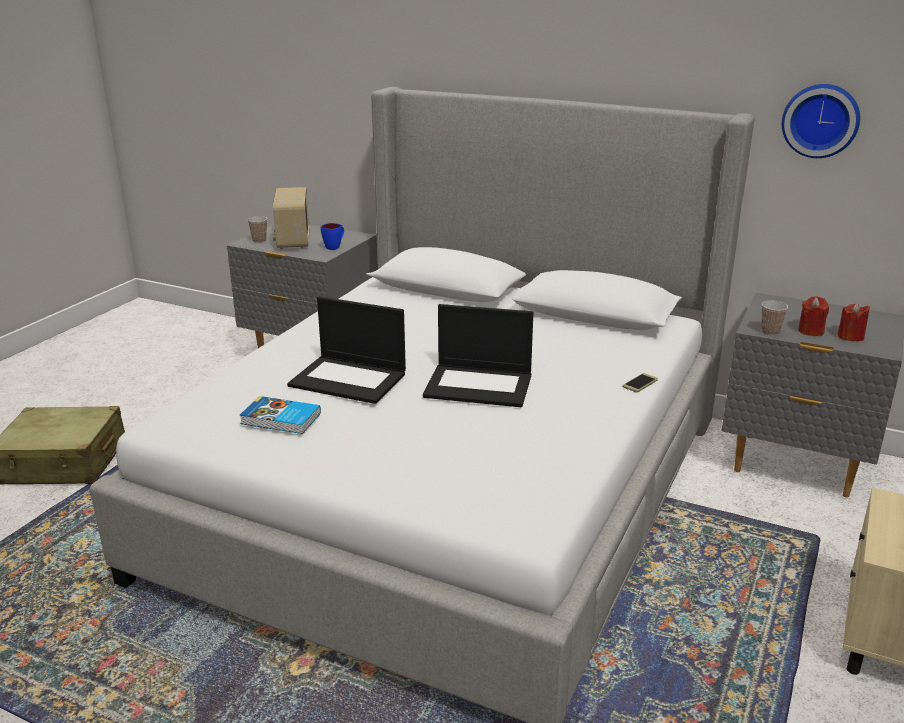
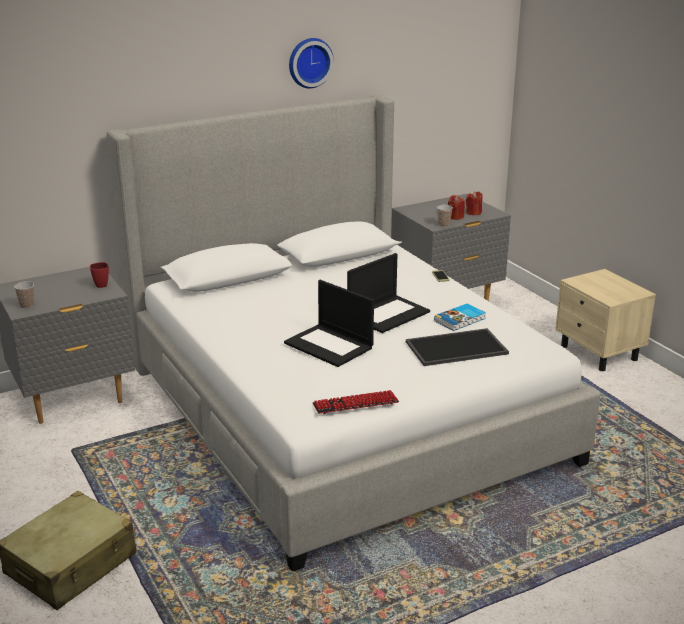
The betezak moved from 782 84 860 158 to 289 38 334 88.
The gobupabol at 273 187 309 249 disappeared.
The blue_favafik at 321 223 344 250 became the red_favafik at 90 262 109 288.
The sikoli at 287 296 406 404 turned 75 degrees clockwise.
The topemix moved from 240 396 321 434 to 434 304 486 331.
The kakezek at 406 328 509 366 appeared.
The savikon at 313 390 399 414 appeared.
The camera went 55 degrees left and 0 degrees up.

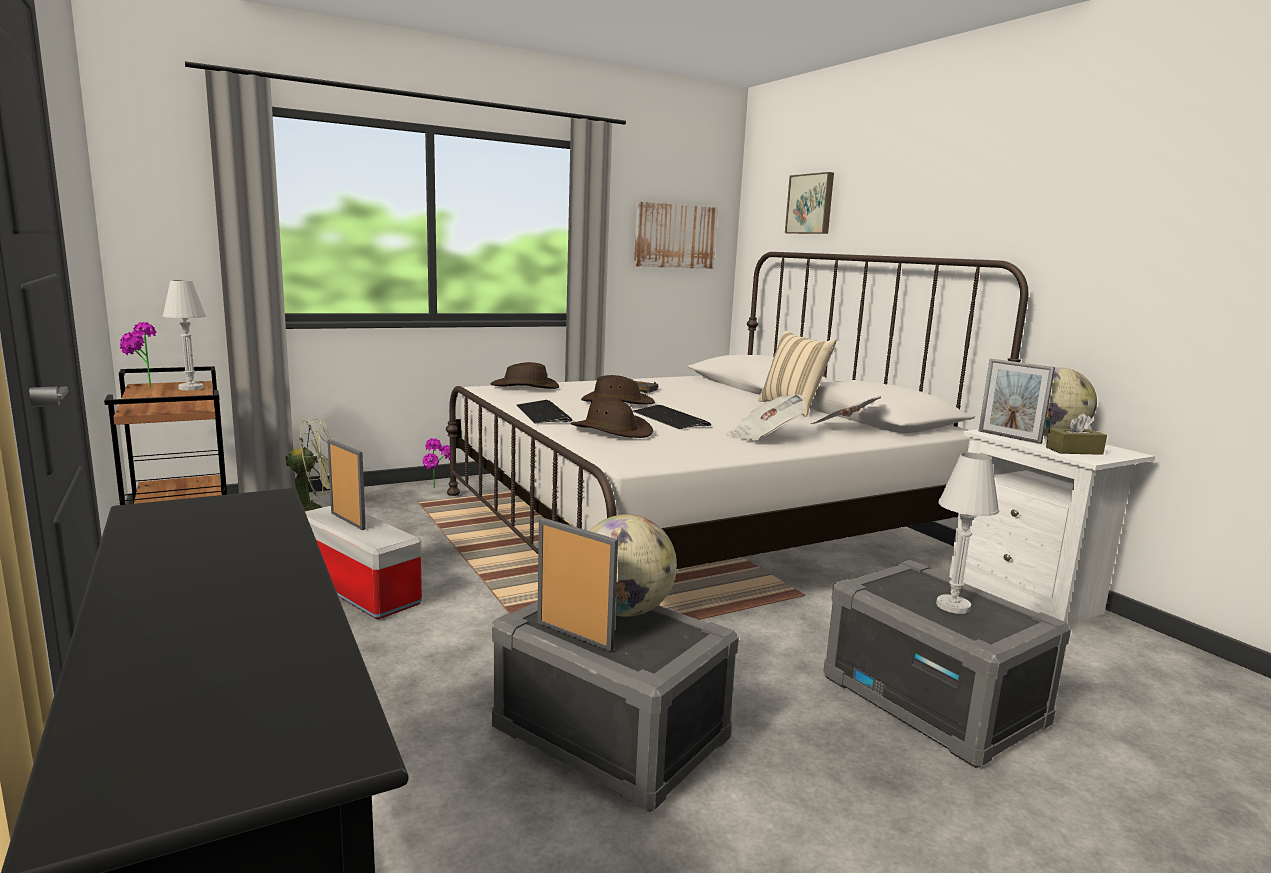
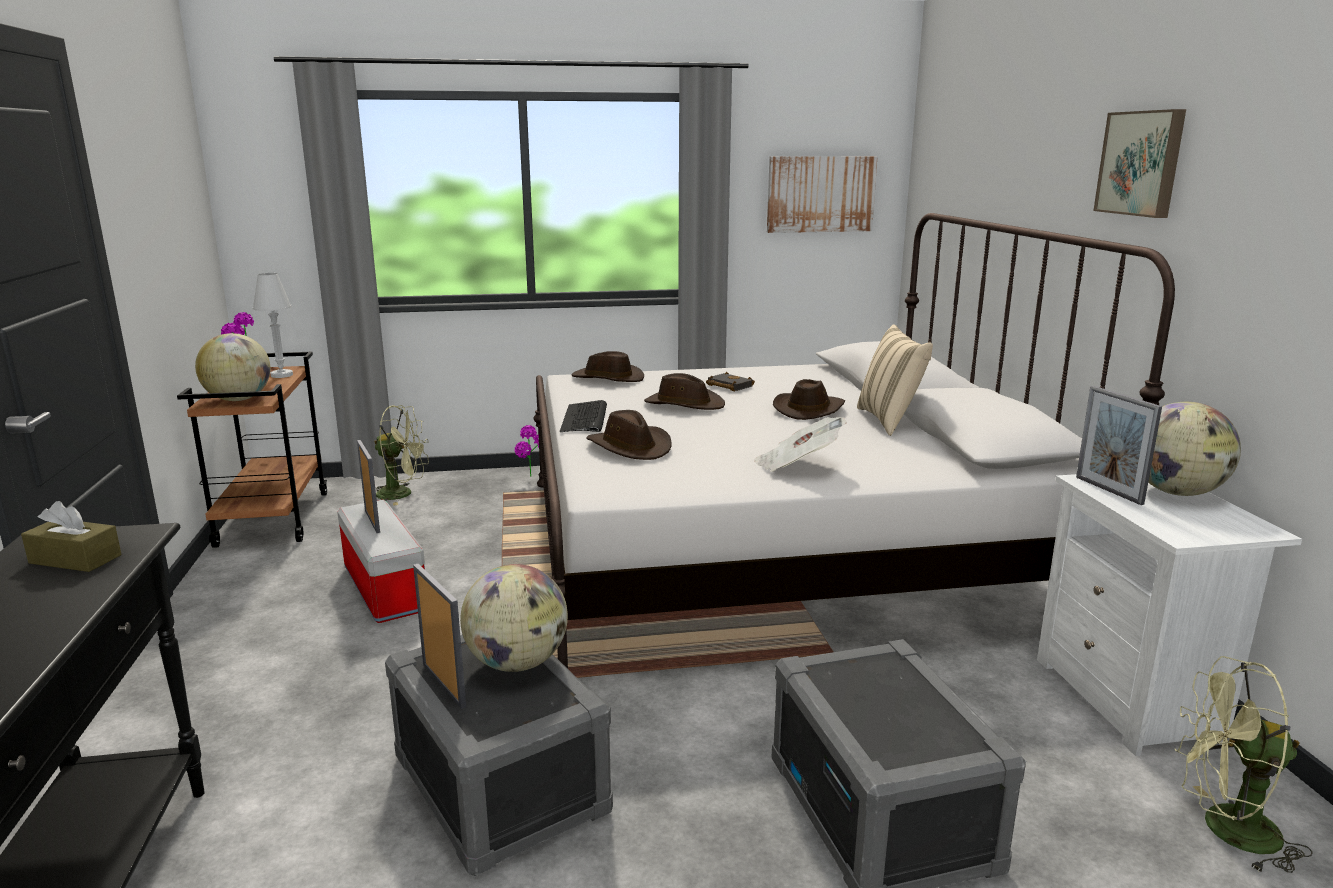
The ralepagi moved from 785 172 834 234 to 1093 109 1186 218.
The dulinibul at 811 396 881 424 disappeared.
The savikon at 633 405 711 429 disappeared.
The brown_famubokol moved from 1046 413 1107 455 to 21 501 122 572.
The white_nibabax at 936 452 999 614 disappeared.
The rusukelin at 195 333 271 401 appeared.
The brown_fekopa at 773 379 845 420 appeared.
The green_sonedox at 1175 656 1313 873 appeared.
The camera went 20 degrees right and 5 degrees up.

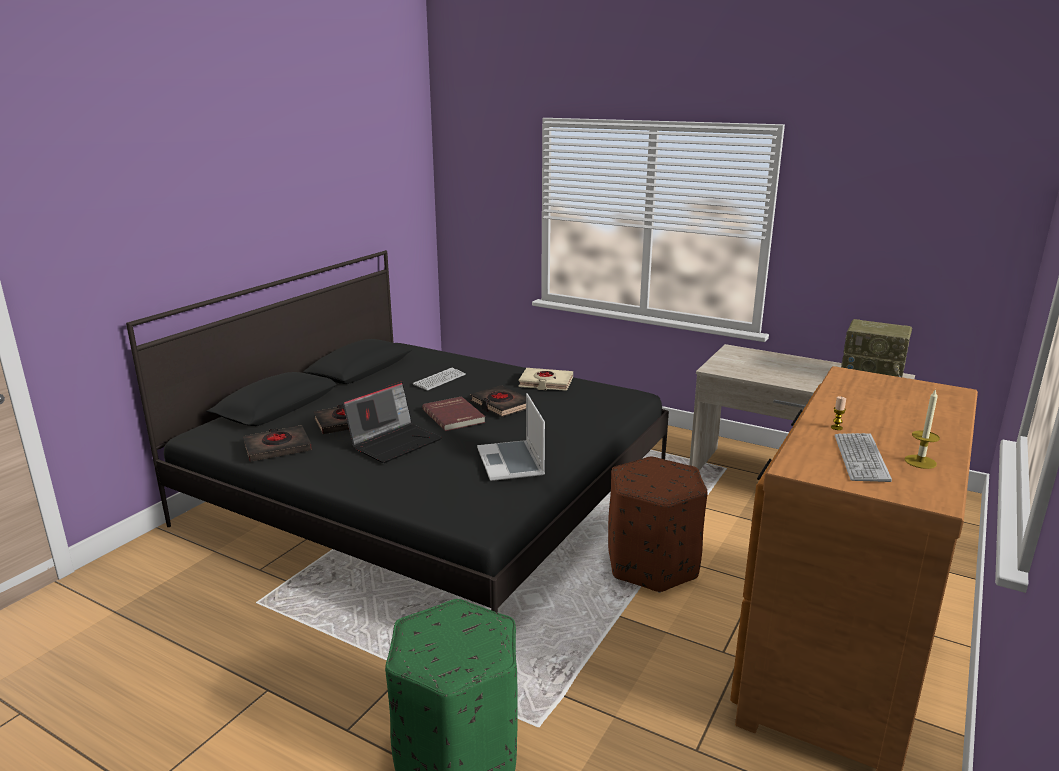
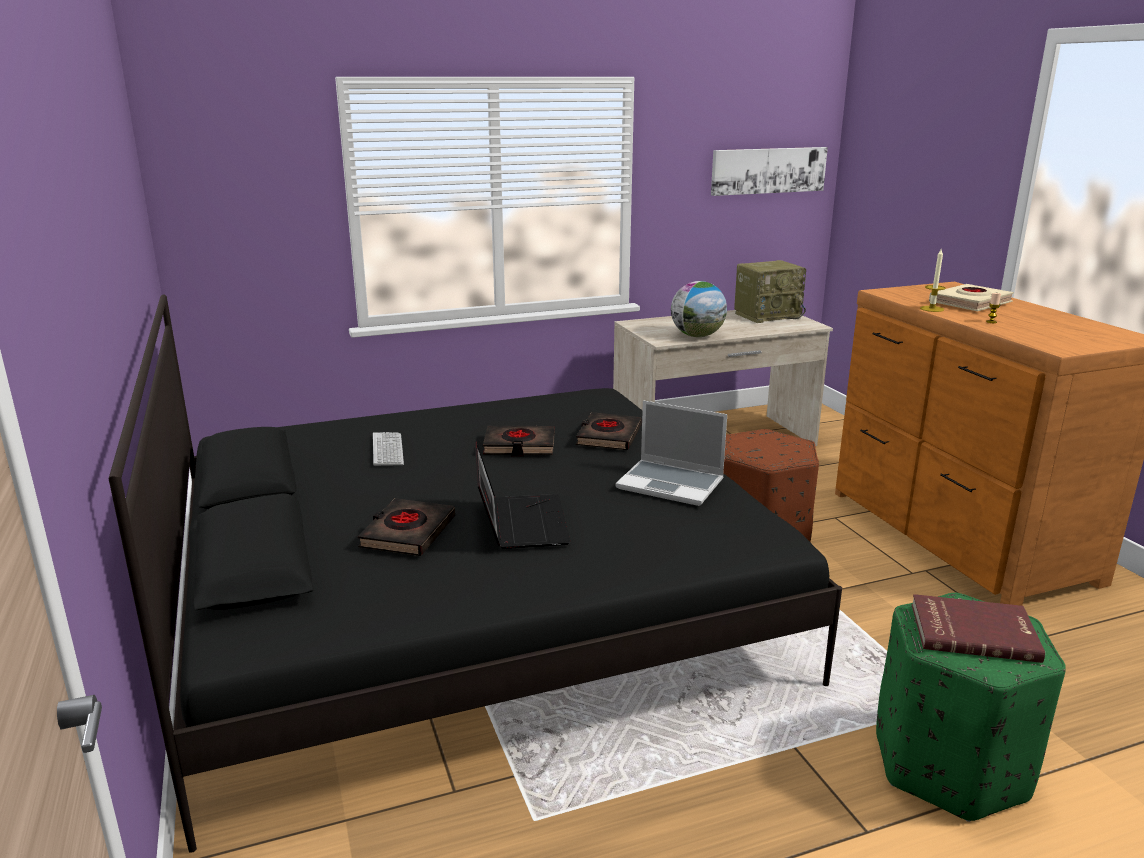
The beige_topemix moved from 519 368 573 391 to 929 284 1014 311.
The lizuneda moved from 905 388 940 469 to 920 249 946 312.
The red_topemix moved from 422 396 485 431 to 912 594 1045 663.
The black_topemix moved from 243 425 312 462 to 576 412 642 450.
The savikon at 835 433 892 482 disappeared.
The ralepagi at 711 147 828 196 appeared.
The rusukelin at 671 281 727 337 appeared.
The camera went 50 degrees left and 0 degrees up.

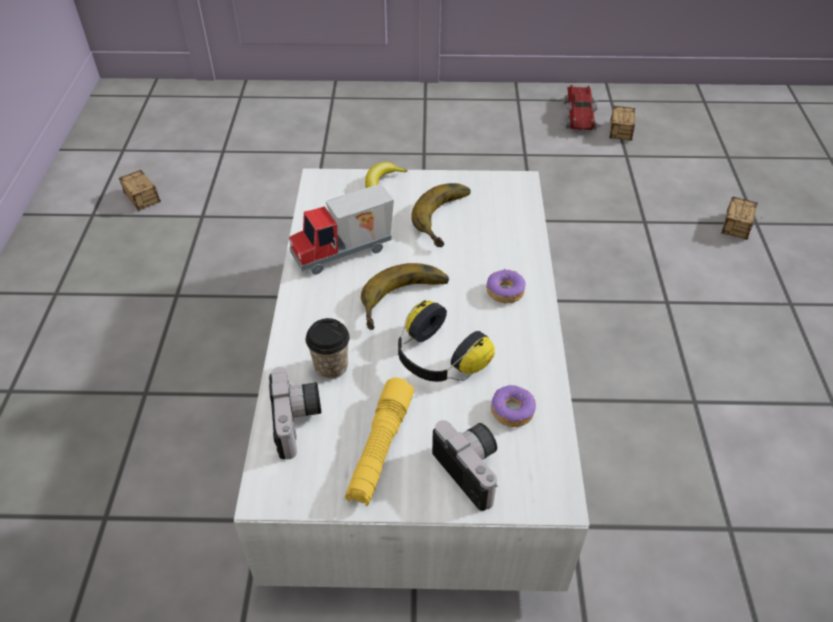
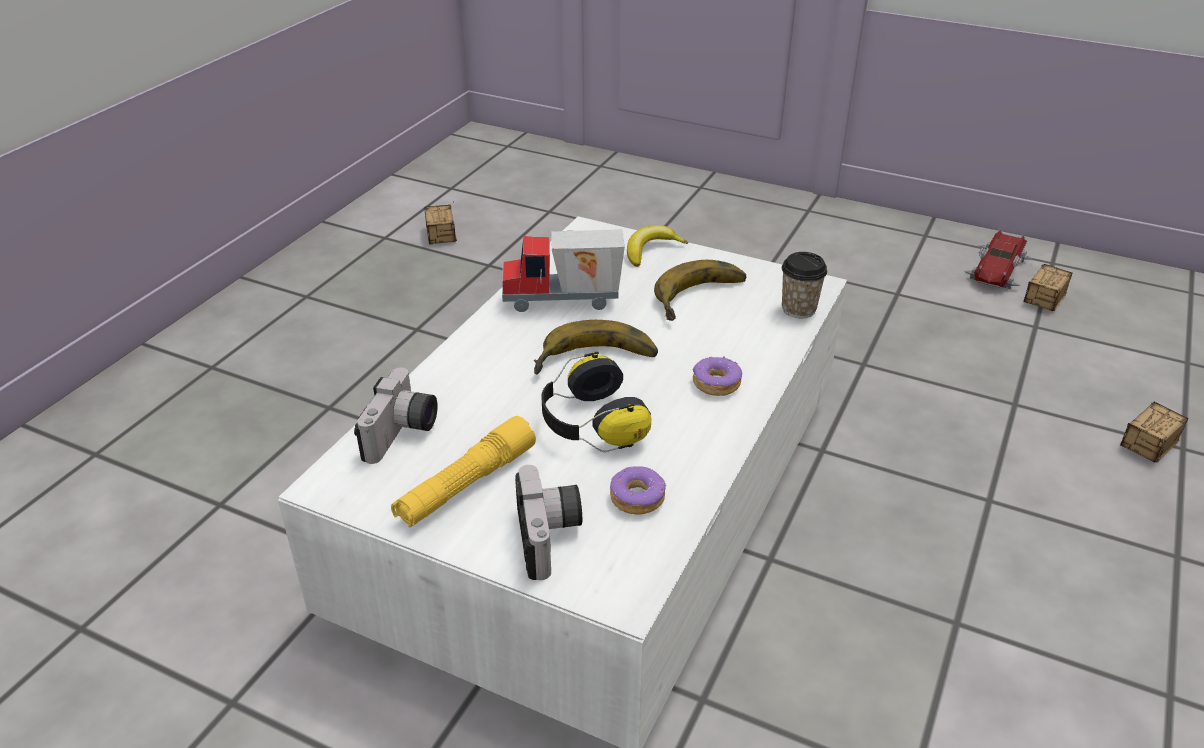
The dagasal moved from 306 318 350 379 to 782 252 827 318.
The camera went 25 degrees right and 10 degrees down.

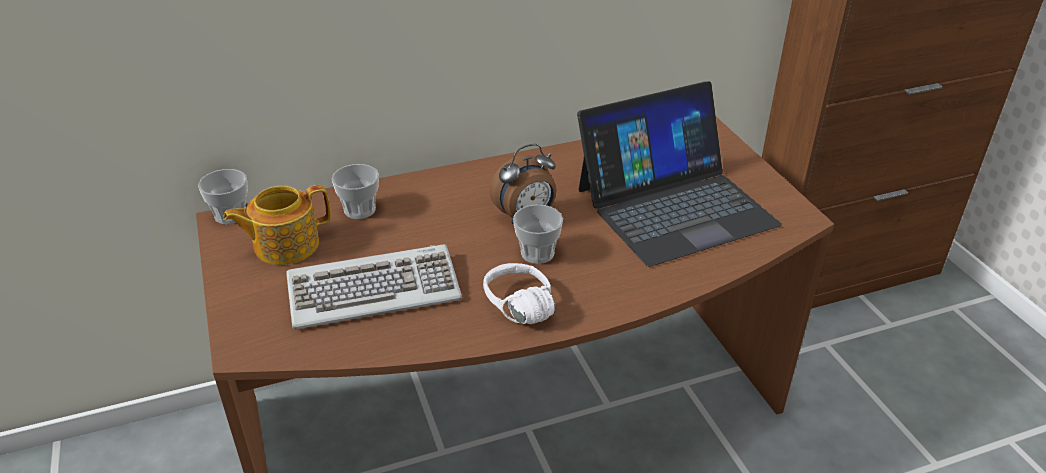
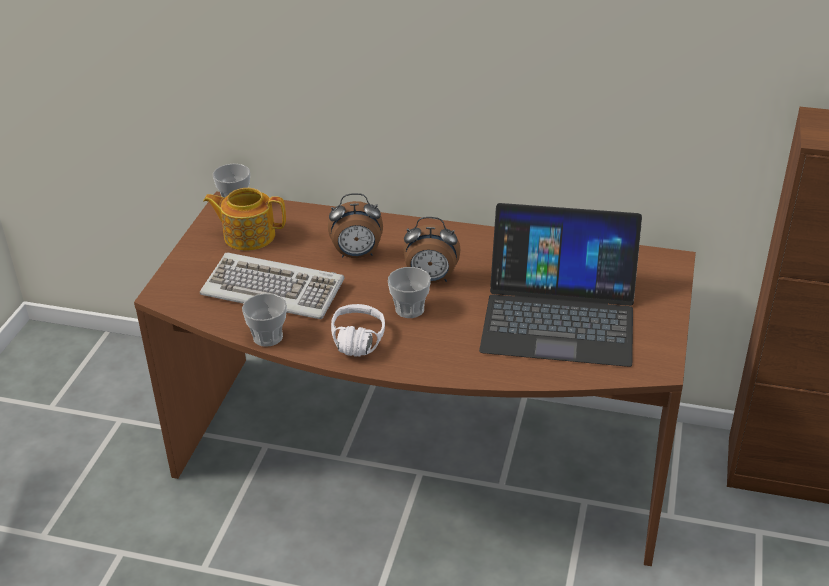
The dagasal moved from 332 164 379 219 to 242 293 287 347.
The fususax at 328 193 383 258 appeared.
The camera went 35 degrees right and 0 degrees up.

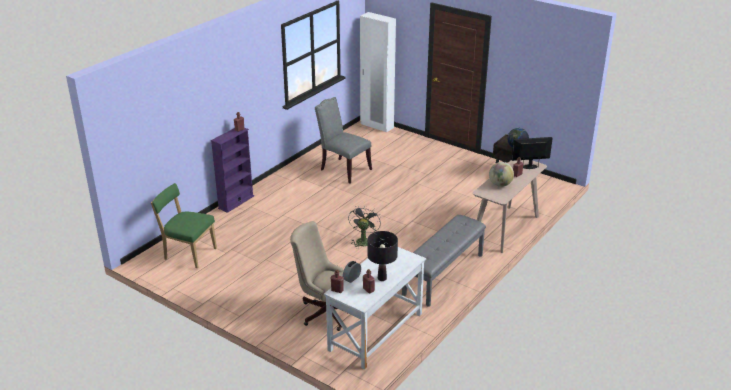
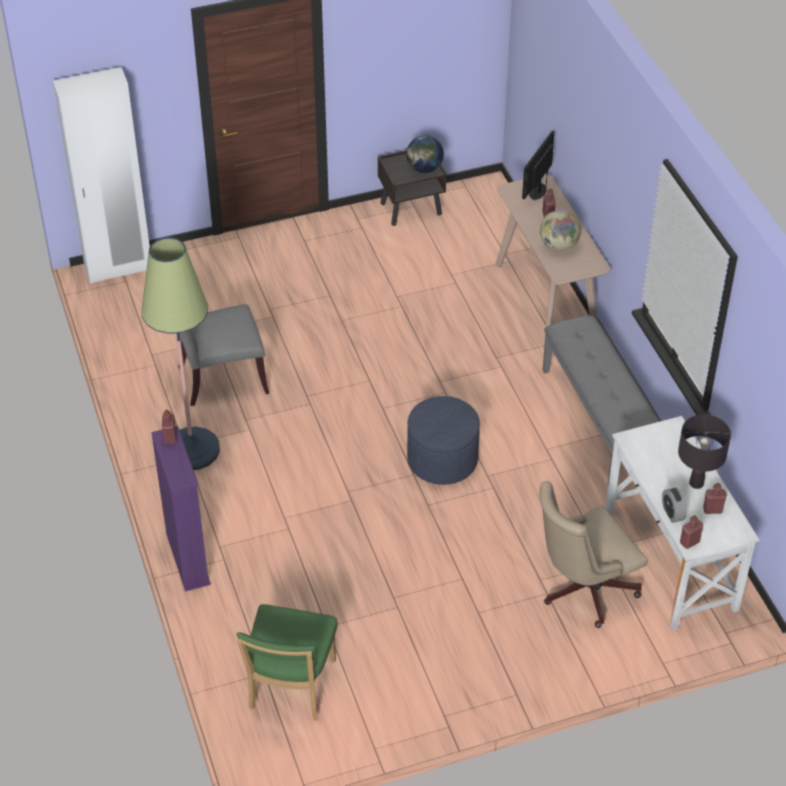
The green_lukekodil at 151 183 217 268 turned 45 degrees counterclockwise.
The grey_sonedox at 348 205 381 247 was replaced by the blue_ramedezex at 407 396 480 485.
The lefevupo at 142 237 220 470 appeared.
The camera went 55 degrees left and 15 degrees up.

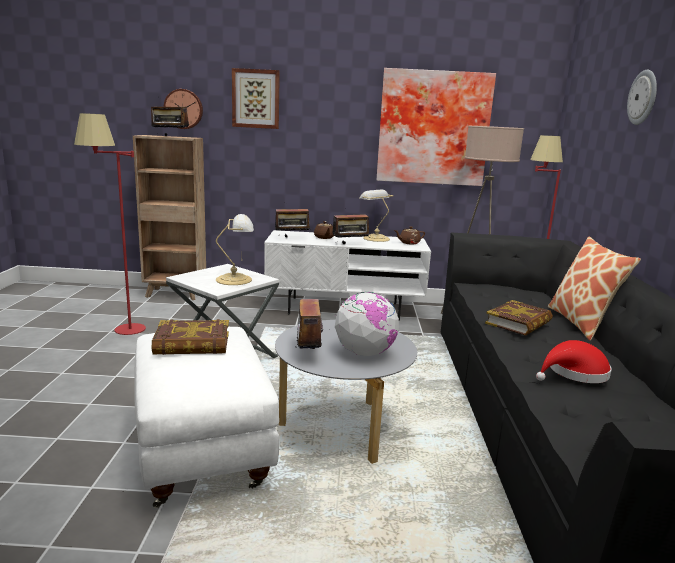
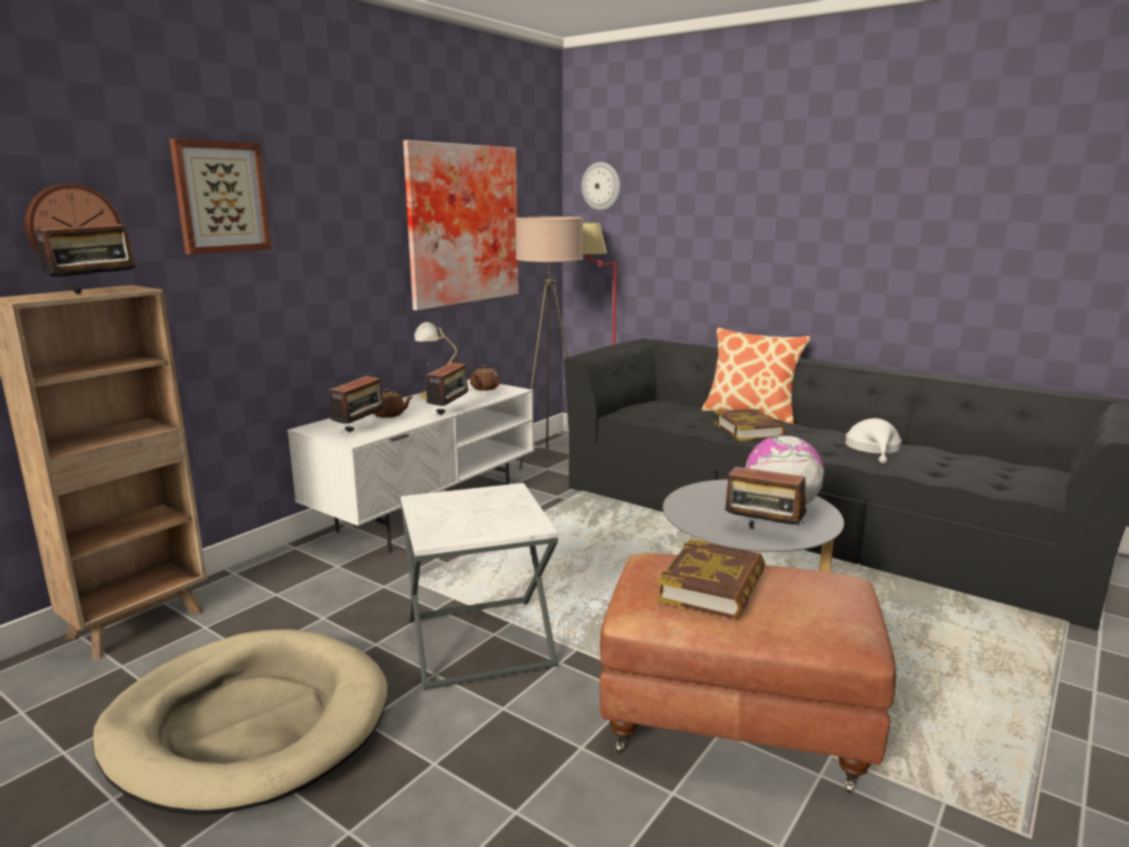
The betezak moved from 627 70 657 125 to 581 162 620 210.
The red_lefevupo at 74 113 146 335 was replaced by the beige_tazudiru at 92 629 387 815.
The nibabax at 216 214 254 285 disappeared.
The white_ramedezex at 135 327 279 508 became the brown_ramedezex at 600 553 896 793.
The red_fekopa at 536 340 612 383 became the white_fekopa at 845 418 902 464.
The camera went 55 degrees left and 0 degrees up.

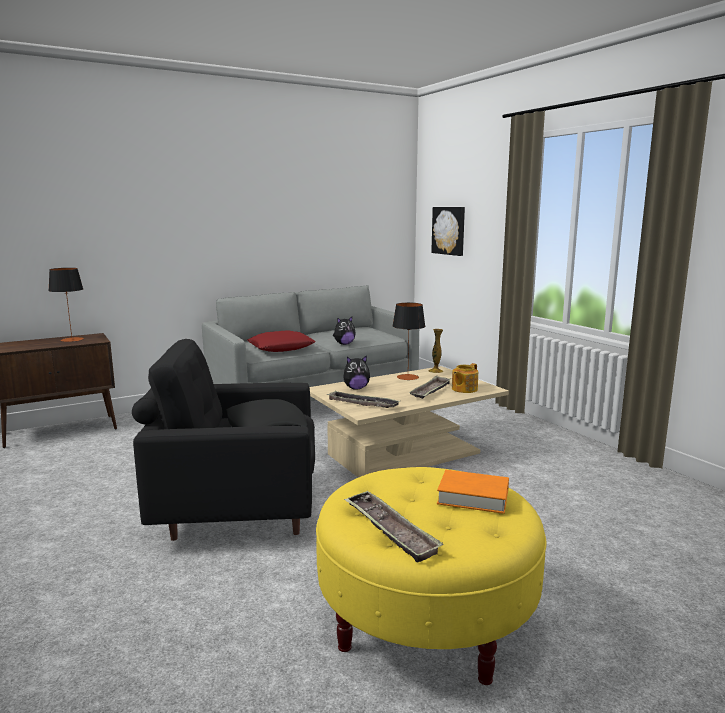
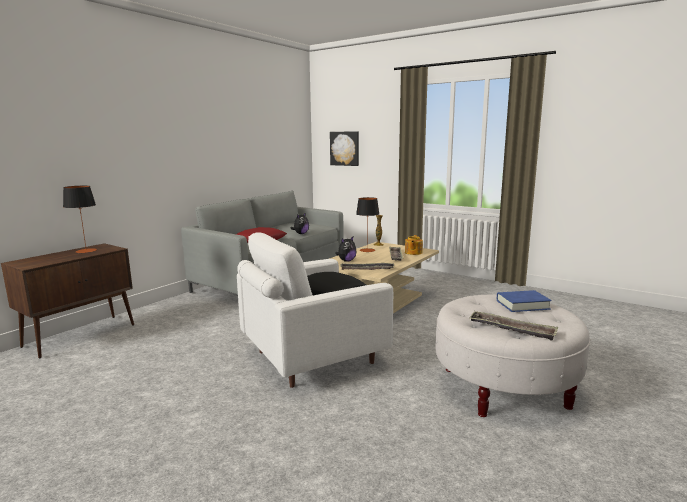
The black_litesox at 132 339 315 541 became the white_litesox at 237 232 393 388.
The yellow_ramedezex at 316 467 546 685 became the white_ramedezex at 436 294 590 417.
The orange_topemix at 437 470 509 514 became the blue_topemix at 497 290 552 312.
The camera went 25 degrees left and 0 degrees up.

